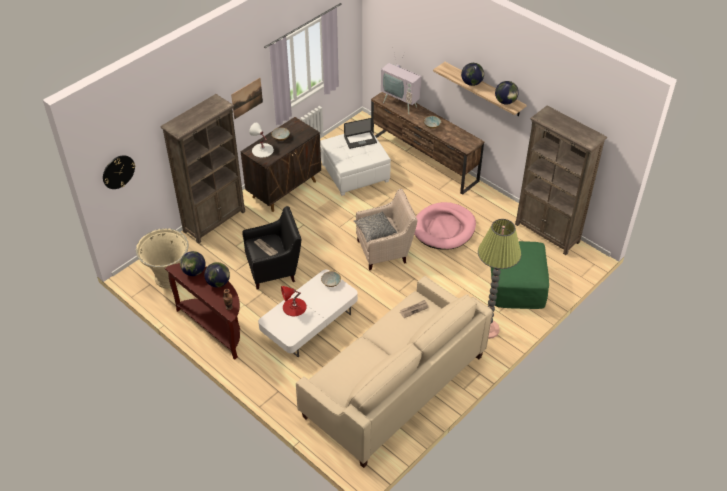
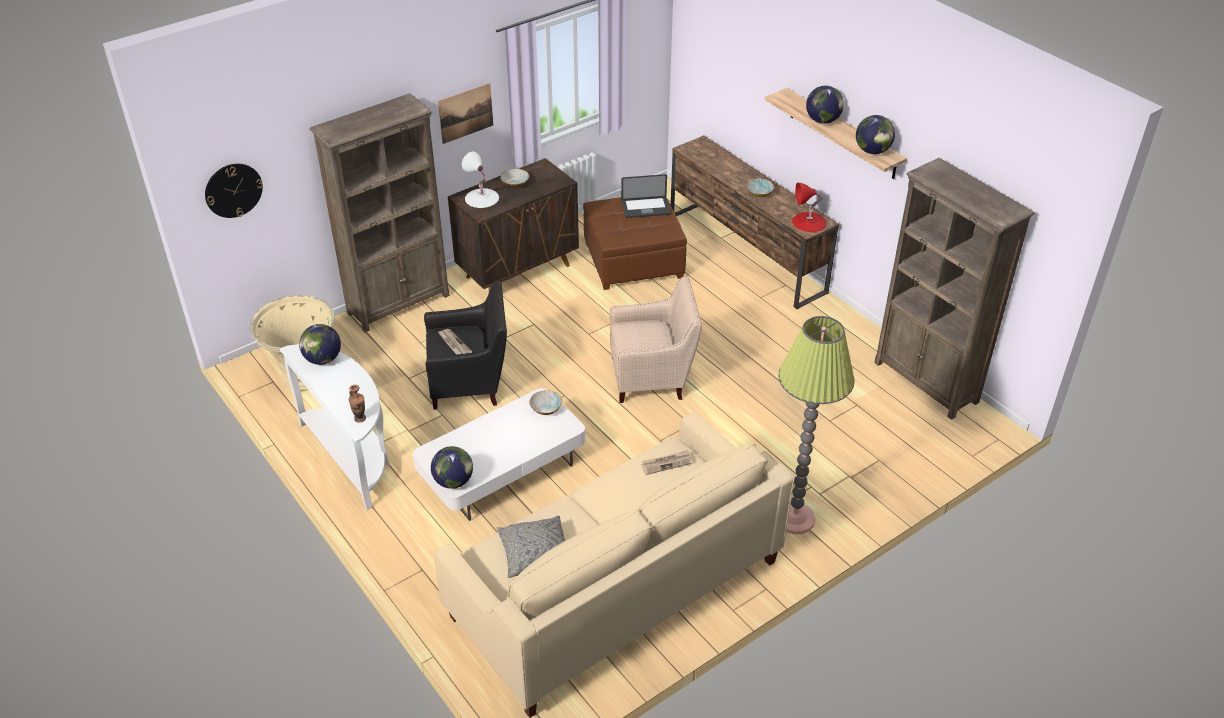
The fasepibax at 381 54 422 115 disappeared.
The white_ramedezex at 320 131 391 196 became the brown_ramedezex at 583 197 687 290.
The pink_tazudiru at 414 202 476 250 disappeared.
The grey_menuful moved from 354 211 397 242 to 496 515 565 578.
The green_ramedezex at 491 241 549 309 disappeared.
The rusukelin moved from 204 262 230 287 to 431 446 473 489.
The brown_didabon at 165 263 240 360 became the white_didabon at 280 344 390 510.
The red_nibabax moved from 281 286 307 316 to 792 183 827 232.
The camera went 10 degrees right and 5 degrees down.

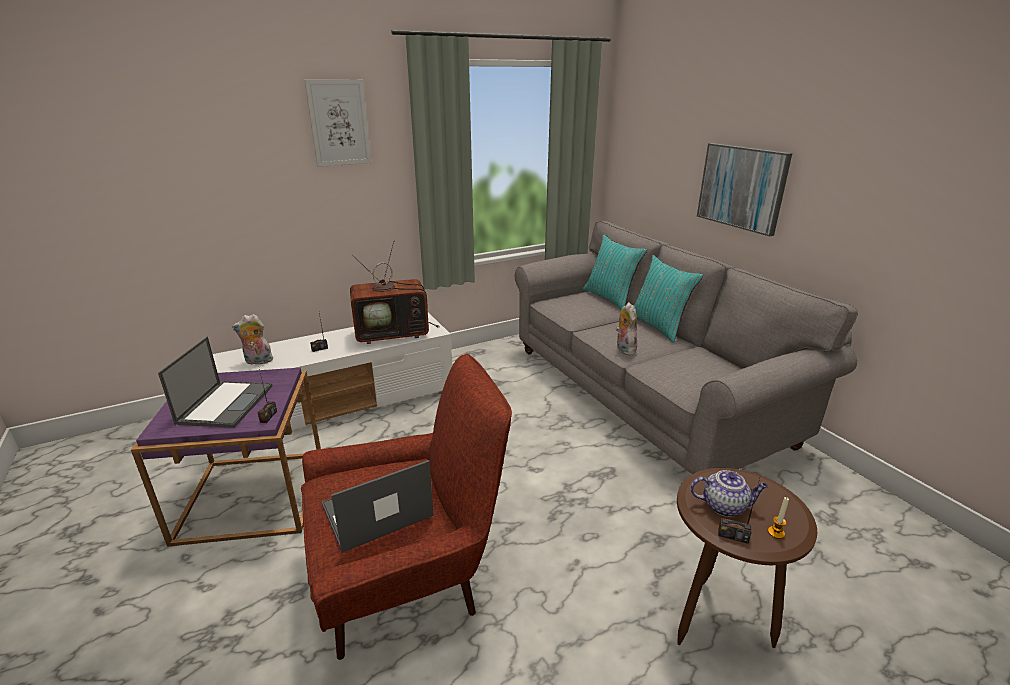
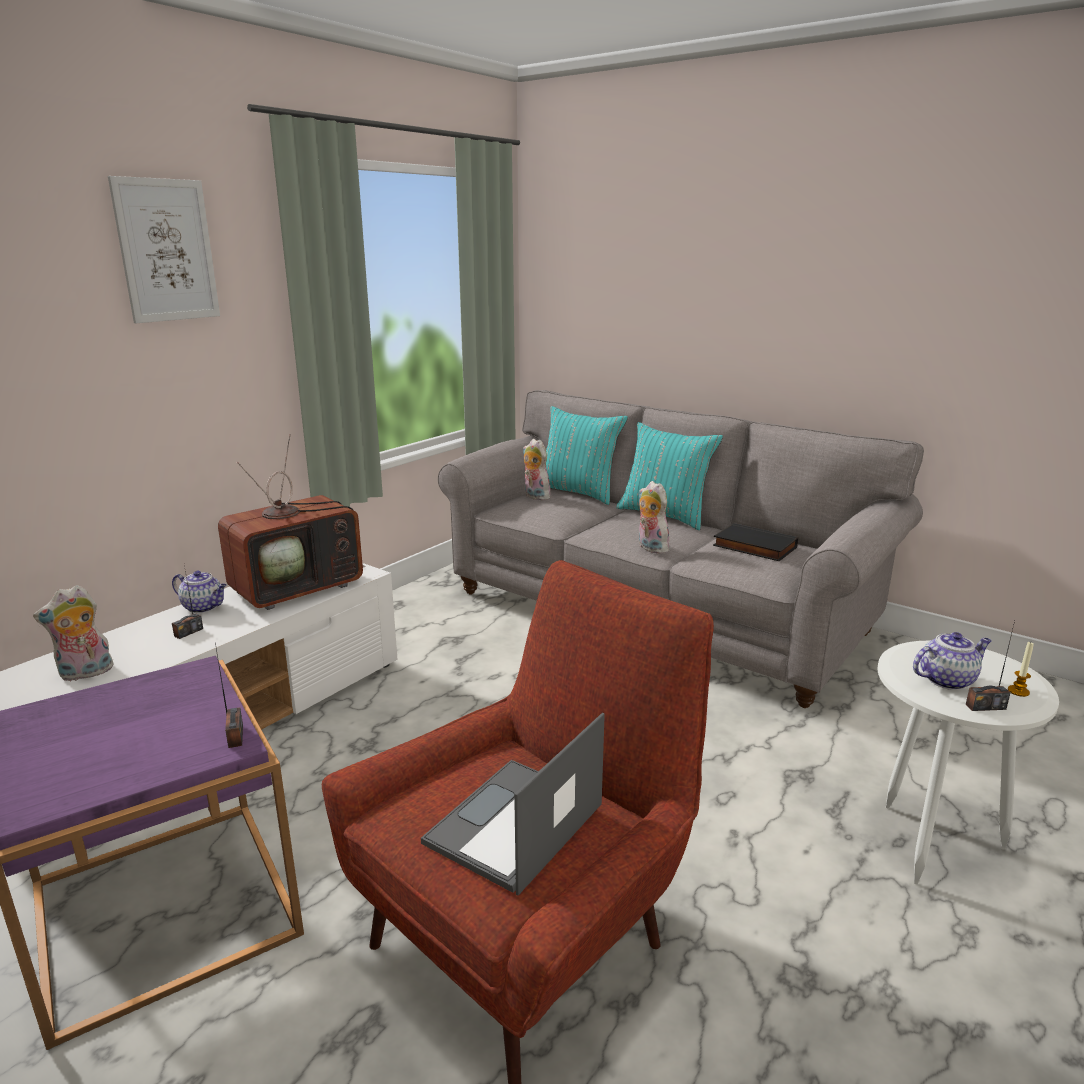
The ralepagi at 697 143 792 237 disappeared.
The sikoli at 158 337 273 428 disappeared.
The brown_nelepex at 677 468 817 649 became the white_nelepex at 877 641 1059 885.
The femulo at 523 439 551 501 appeared.
The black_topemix at 713 523 798 561 appeared.
The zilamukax at 172 571 227 613 appeared.
The camera went 25 degrees left and 5 degrees down.

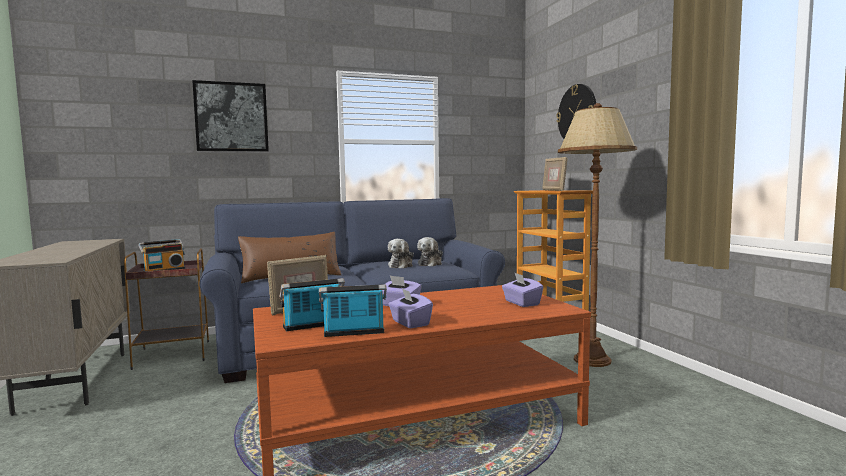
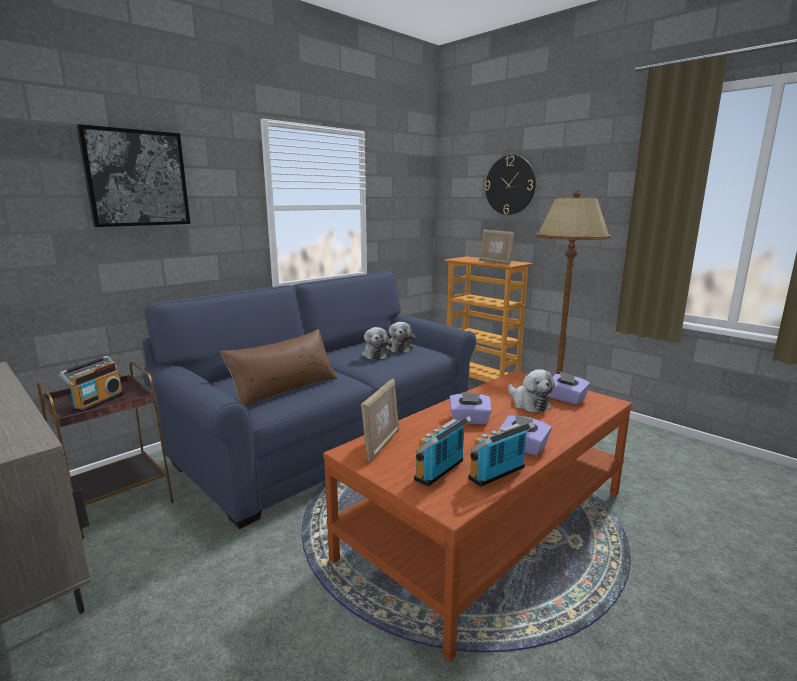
The femulo at 508 369 555 413 appeared.
The camera went 25 degrees left and 10 degrees up.

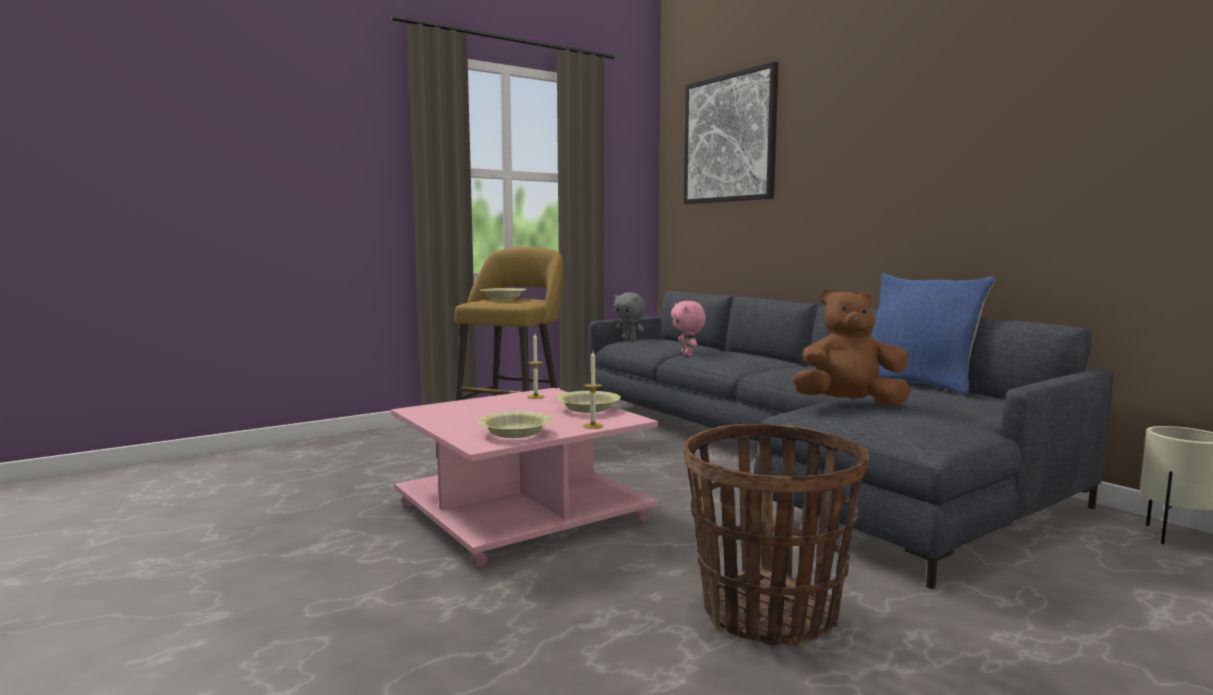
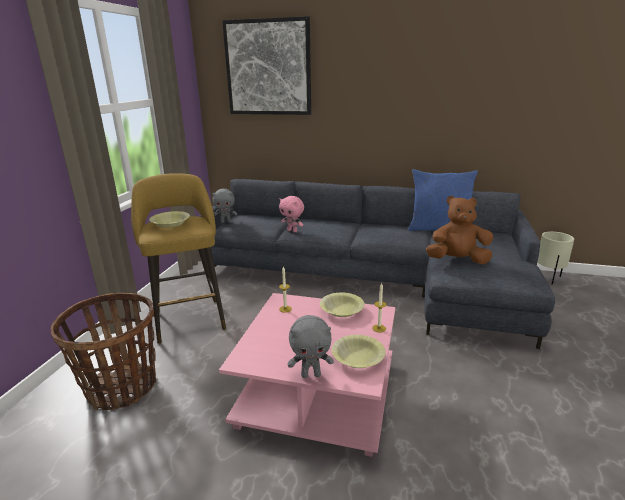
The brown_femulo at 793 289 910 406 turned 45 degrees clockwise.
The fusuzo moved from 683 424 869 646 to 51 293 156 410.
The grey_femulo at 288 315 334 378 appeared.
The camera went 40 degrees left and 15 degrees up.

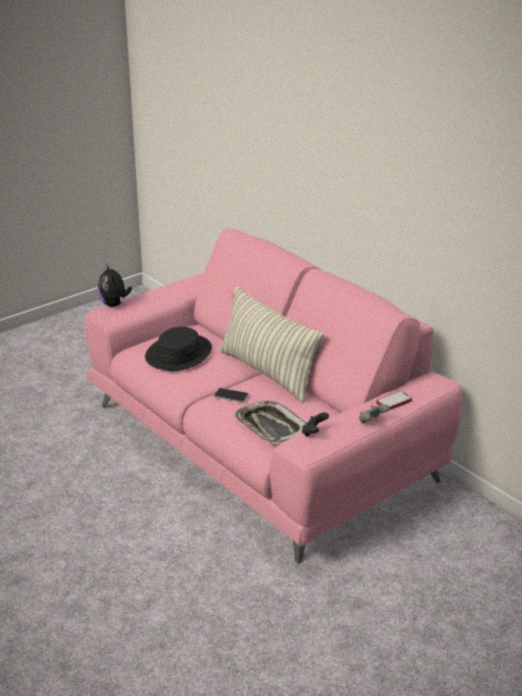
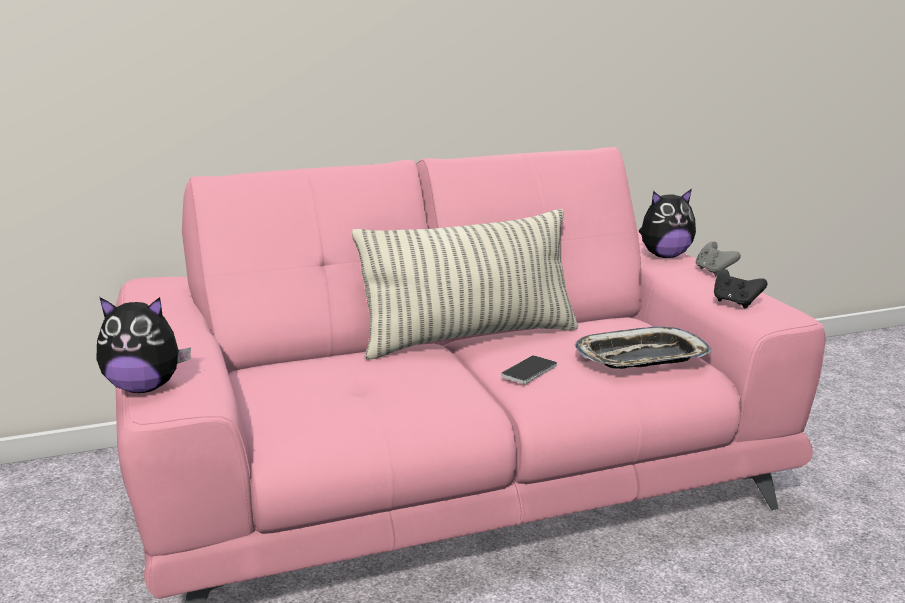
The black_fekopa at 145 327 212 371 disappeared.
The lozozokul at 376 391 412 410 was replaced by the femulo at 639 189 696 258.
The camera went 70 degrees left and 10 degrees down.

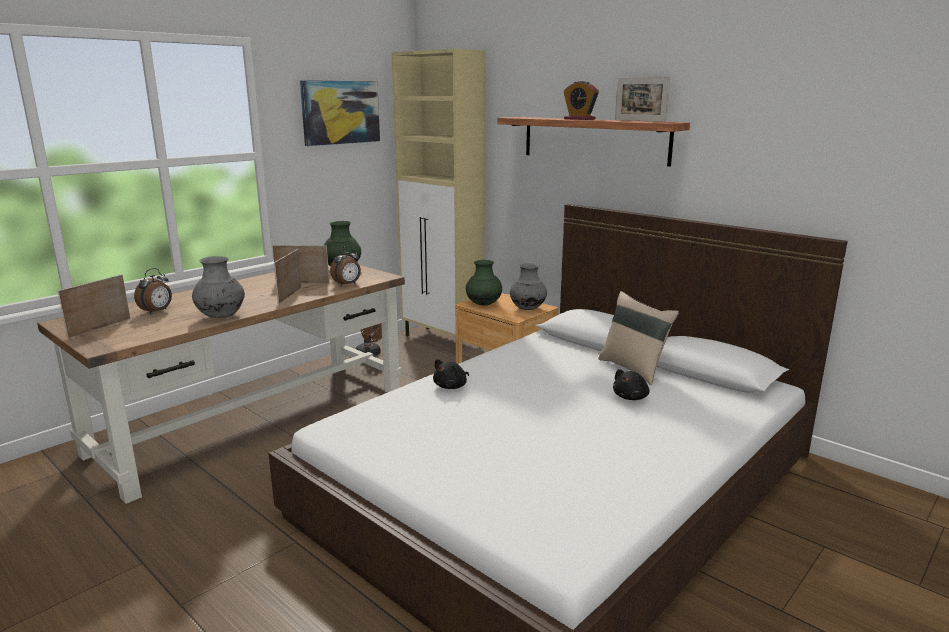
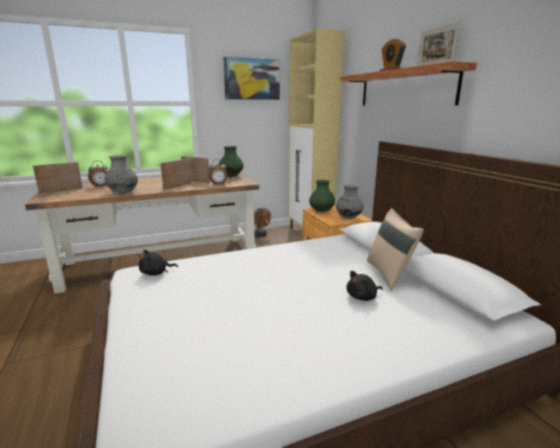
The black_femulo moved from 433 359 469 389 to 138 250 178 276.
The camera went 25 degrees right and 0 degrees up.

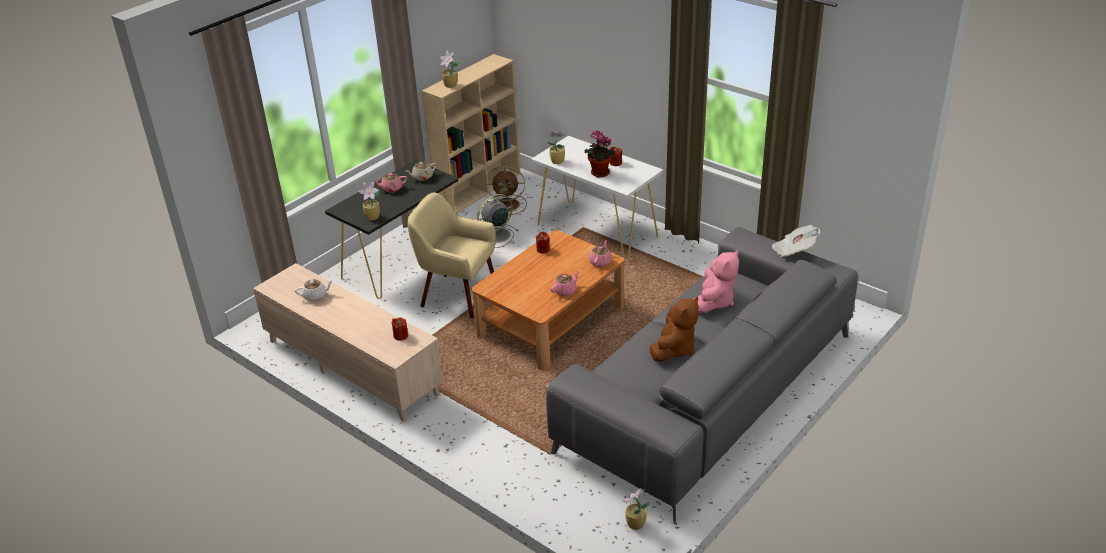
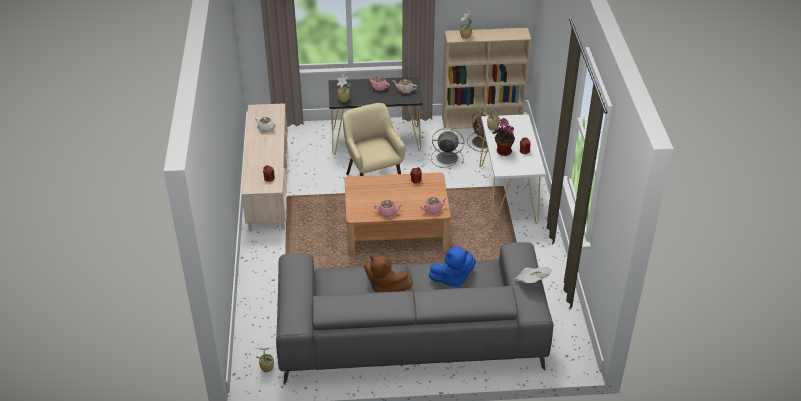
The pink_femulo at 693 250 739 313 became the blue_femulo at 428 247 476 288.
The brown_femulo at 650 296 699 361 turned 45 degrees clockwise.
The camera went 45 degrees right and 5 degrees up.

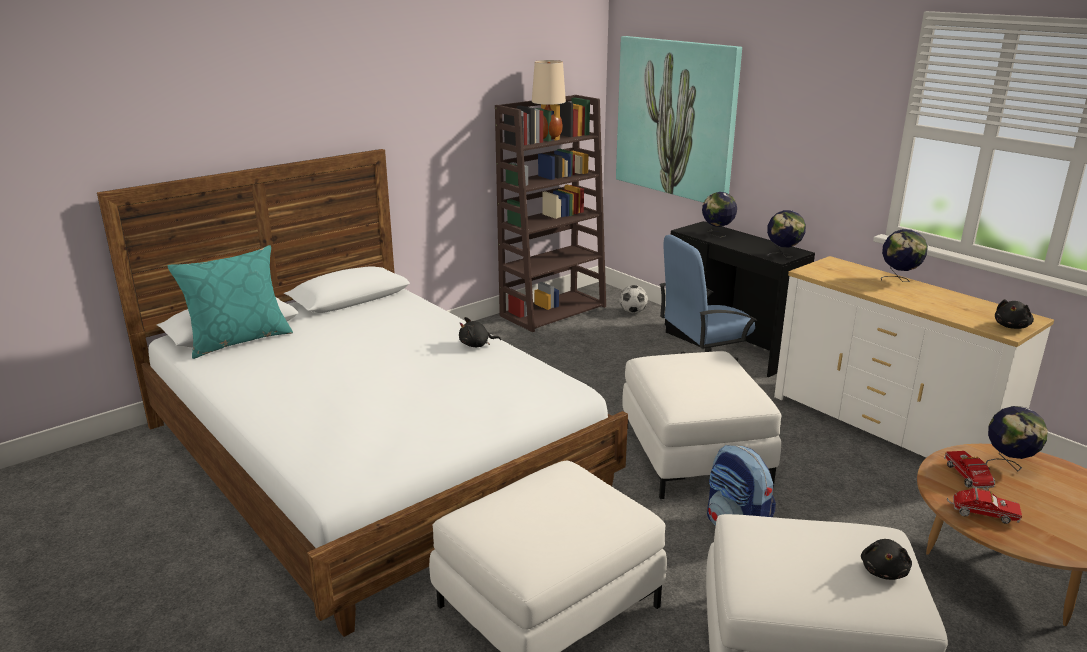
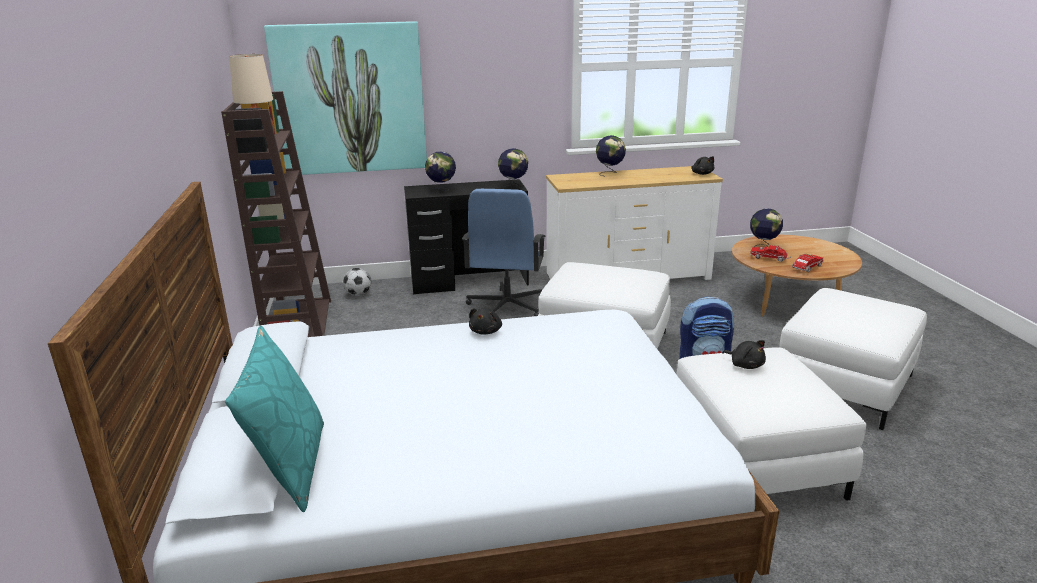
The black_femulo moved from 861 539 912 580 to 722 340 766 369.
The camera went 60 degrees left and 0 degrees up.

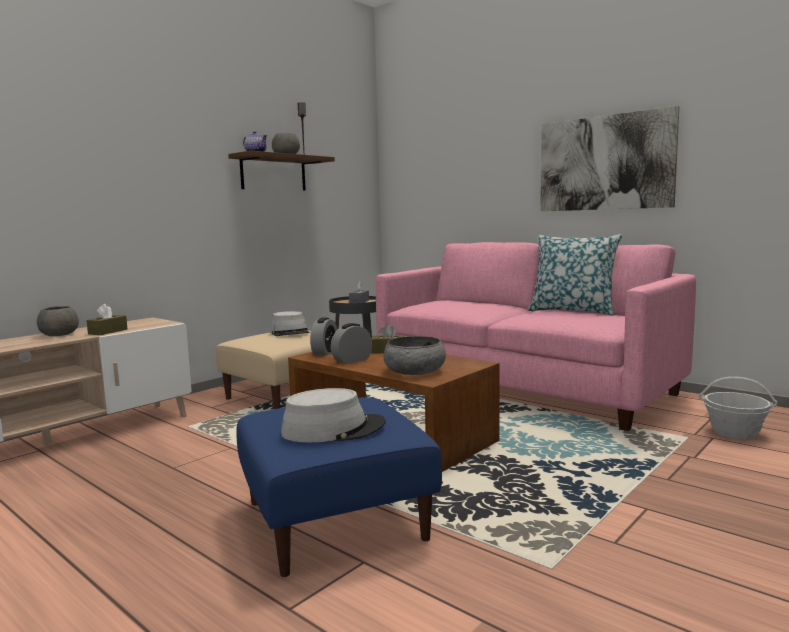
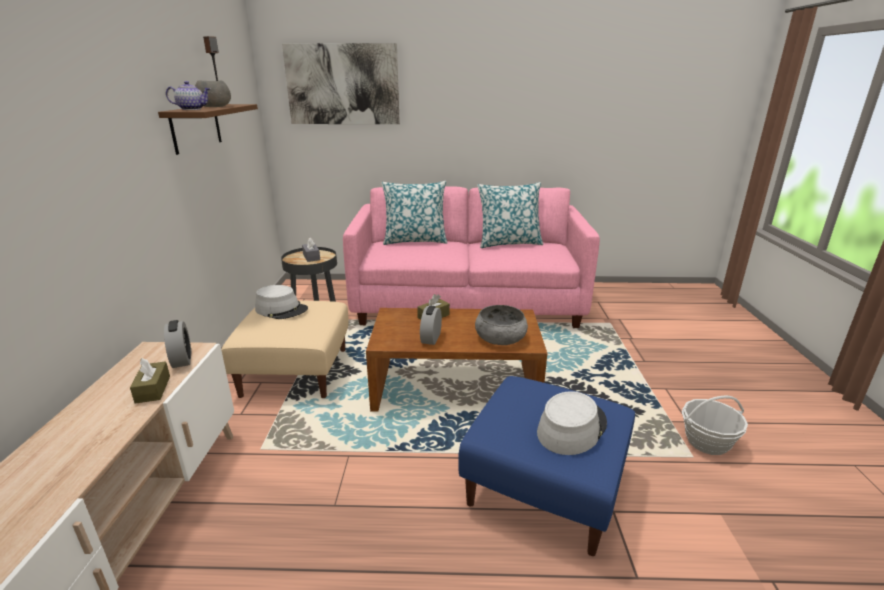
The ralepagi moved from 540 106 679 211 to 282 43 400 124.
The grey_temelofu at 37 306 79 336 disappeared.
The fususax moved from 310 317 337 356 to 164 320 191 368.
The fusuzo moved from 699 377 777 439 to 682 396 748 455.
The menuful at 381 181 447 245 appeared.
The camera went 40 degrees left and 15 degrees up.

